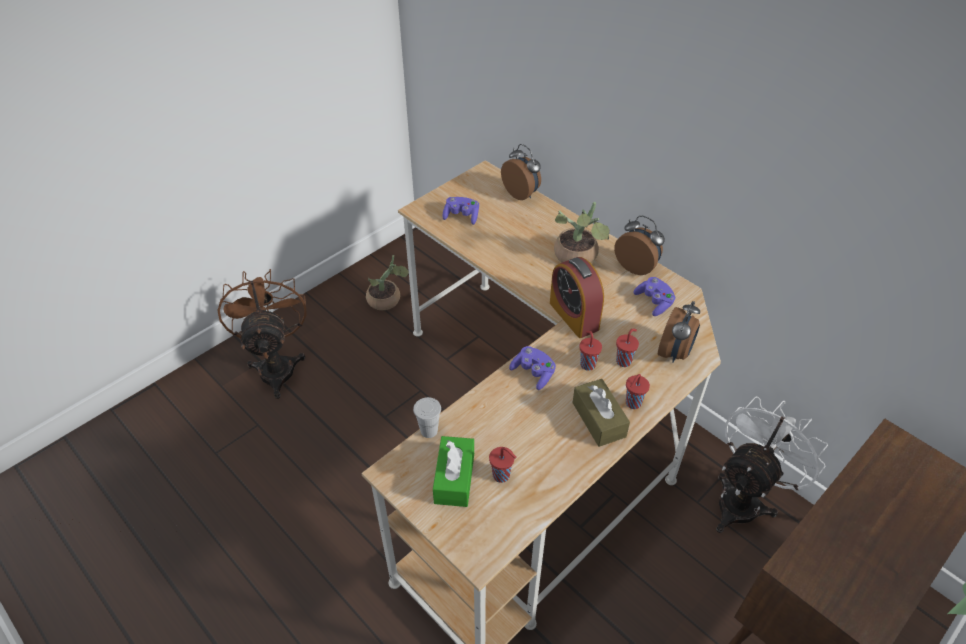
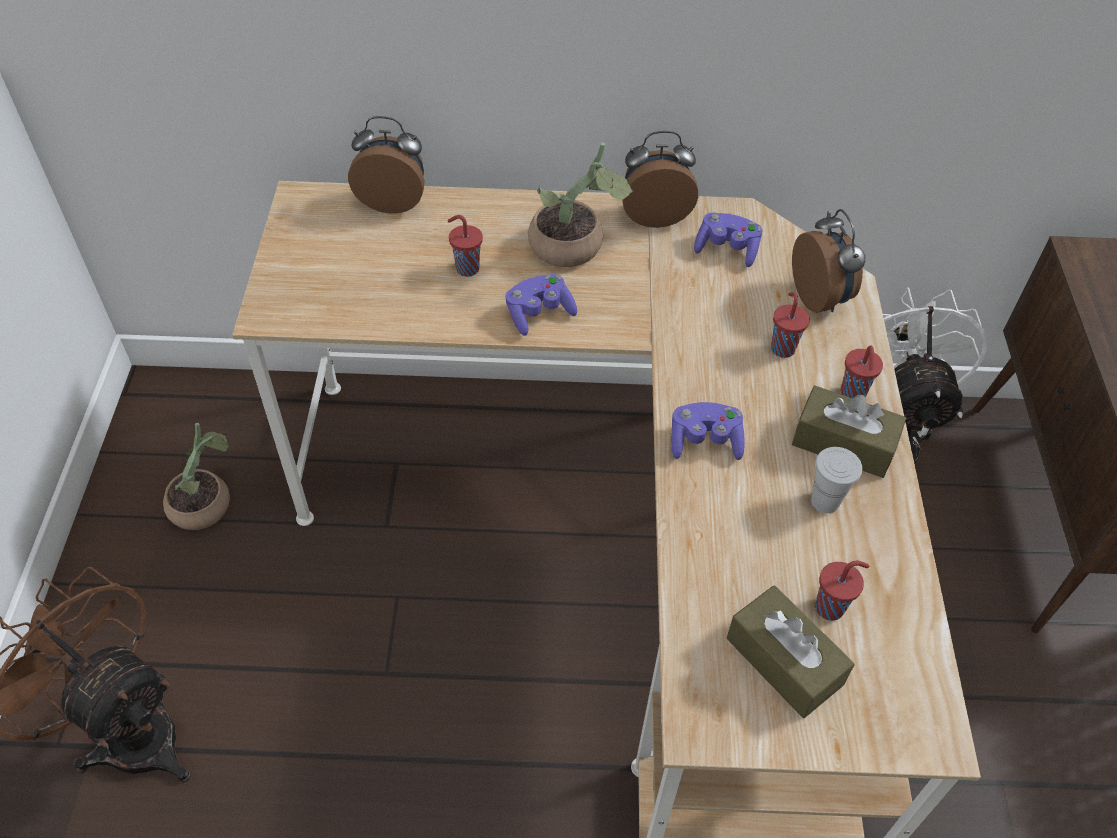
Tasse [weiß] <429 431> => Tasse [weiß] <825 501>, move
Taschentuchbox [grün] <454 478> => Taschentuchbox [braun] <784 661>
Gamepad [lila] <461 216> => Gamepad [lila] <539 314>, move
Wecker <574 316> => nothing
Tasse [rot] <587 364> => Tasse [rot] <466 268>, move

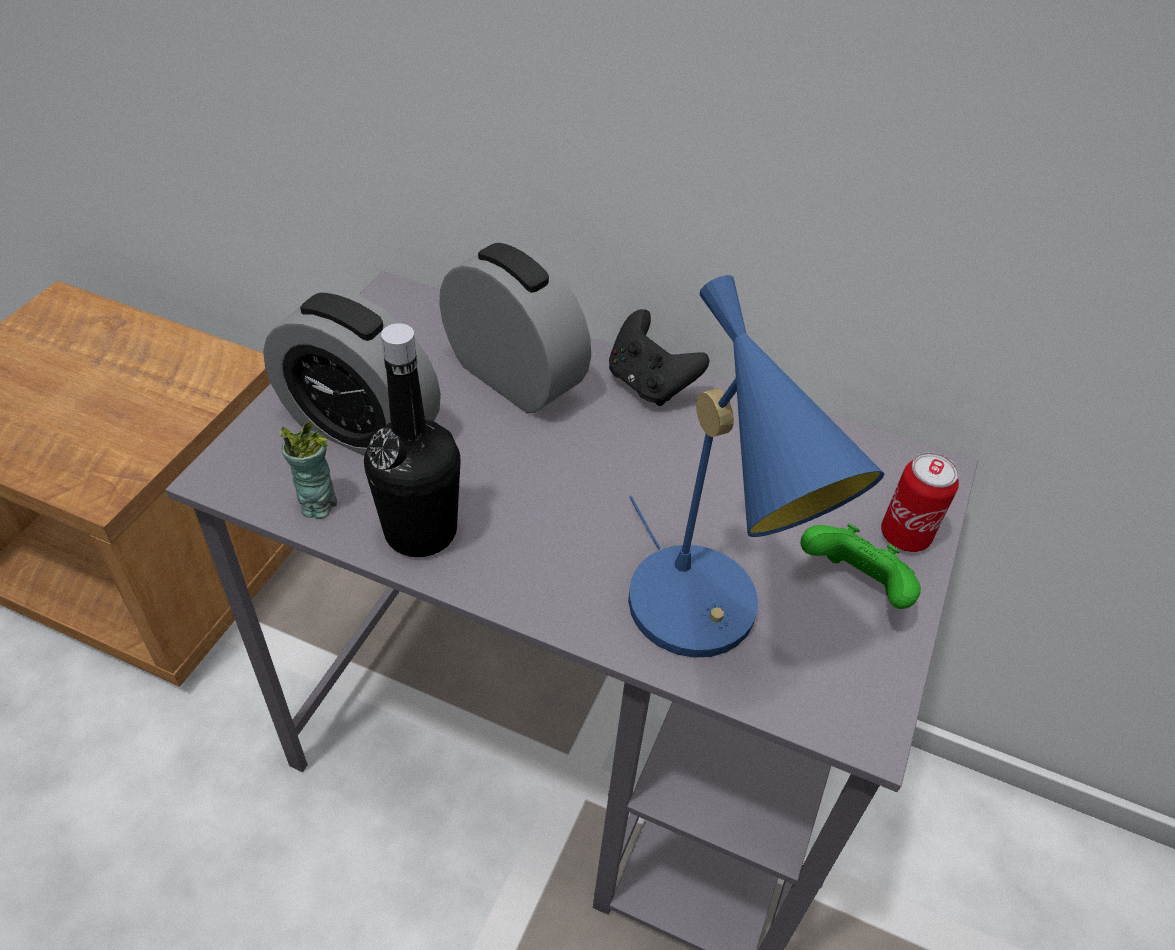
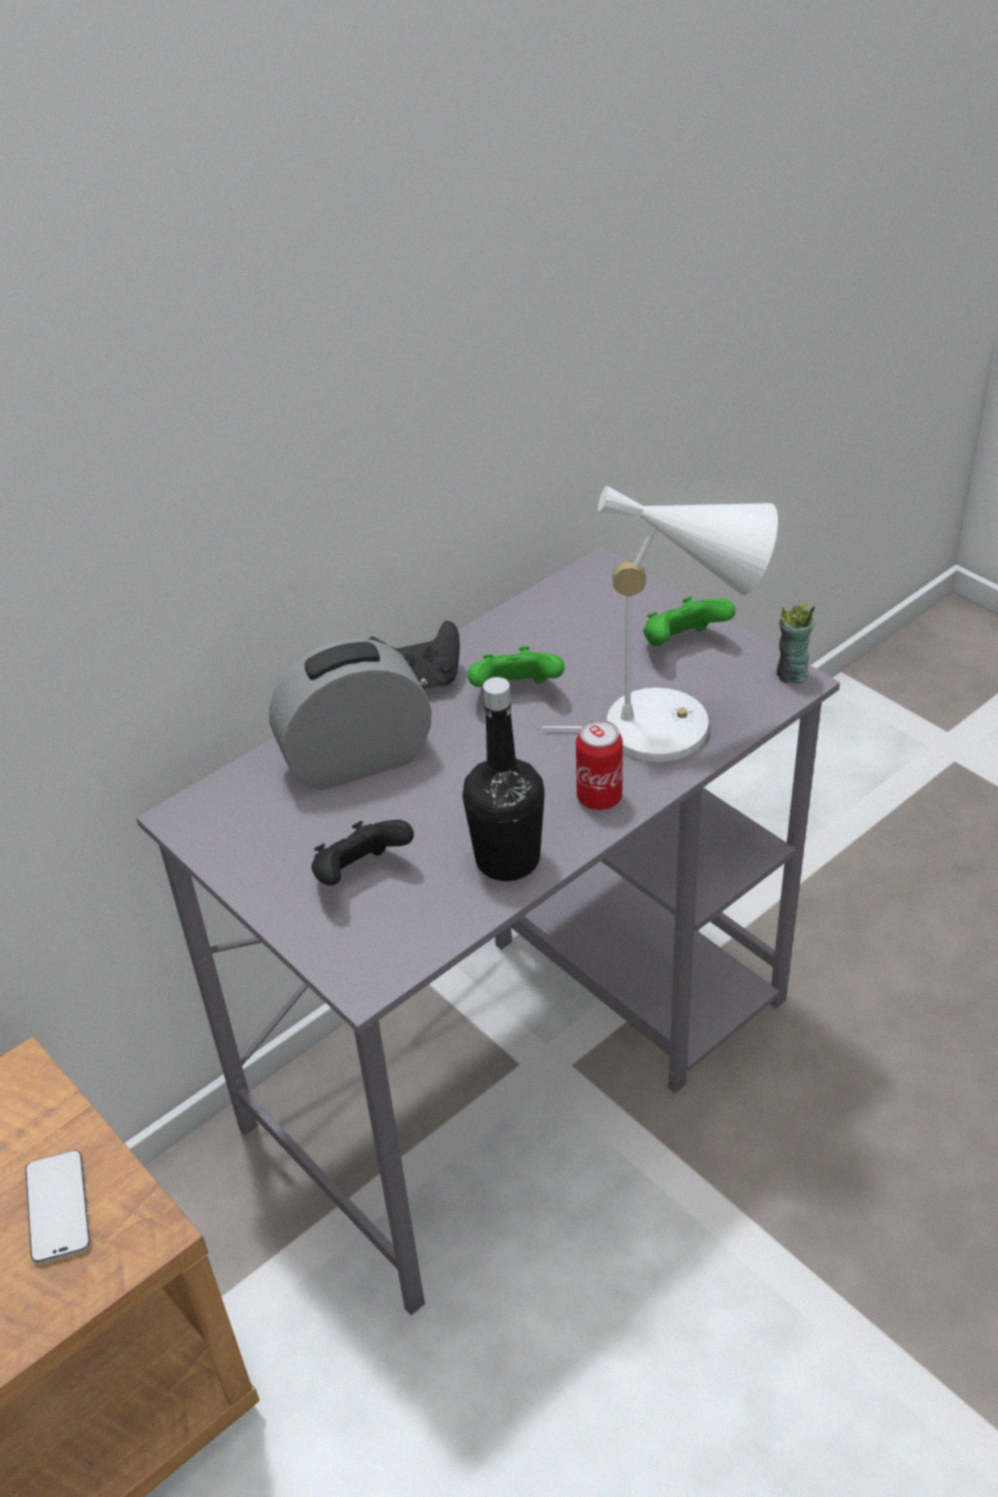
Wecker <360 428> => Gamepad [schwarz] <360 874>
Tasse <317 504> => Tasse <791 675>, move
Tischlampe [blau] <706 618> => Tischlampe [weiß] <674 725>
Dose <905 535> => Dose <599 798>, move
nothing => Handy <58 1208>
nothing => Gamepad [grün] <515 693>

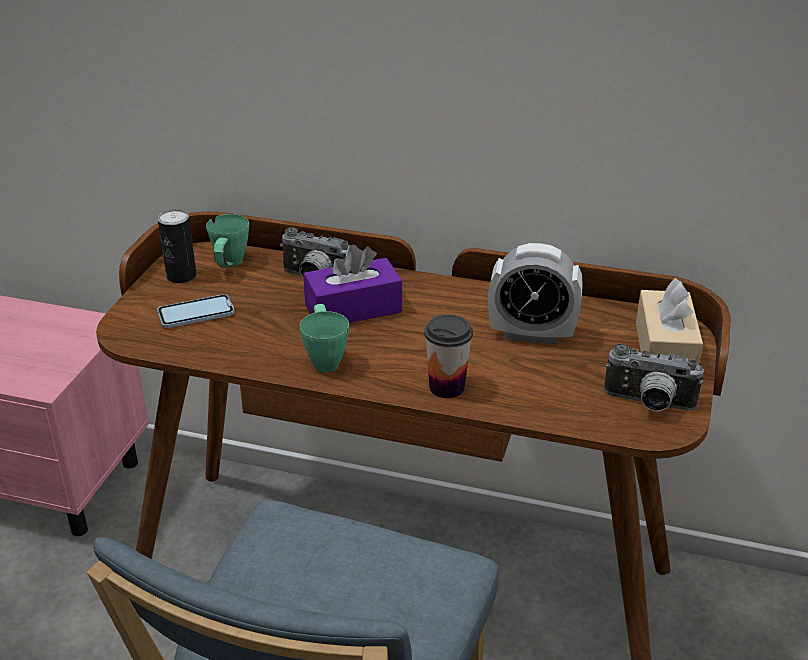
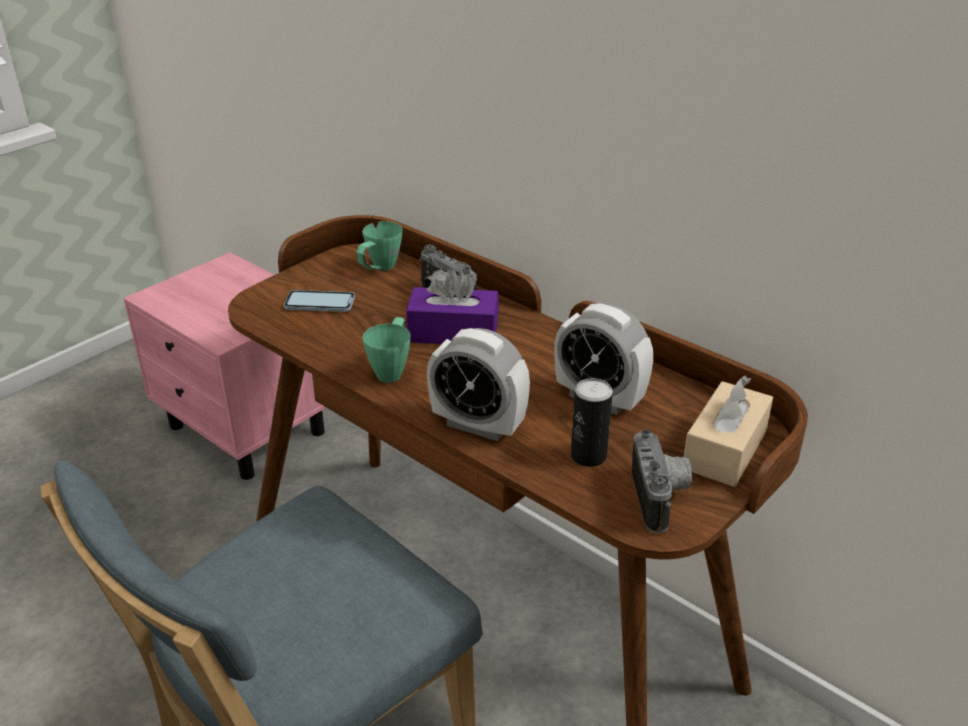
Dose <181 276> => Dose <588 456>, move
Tasse <447 387> => Wecker <478 425>
Kamera <648 404> => Kamera <661 499>, 135 degrees counterclockwise

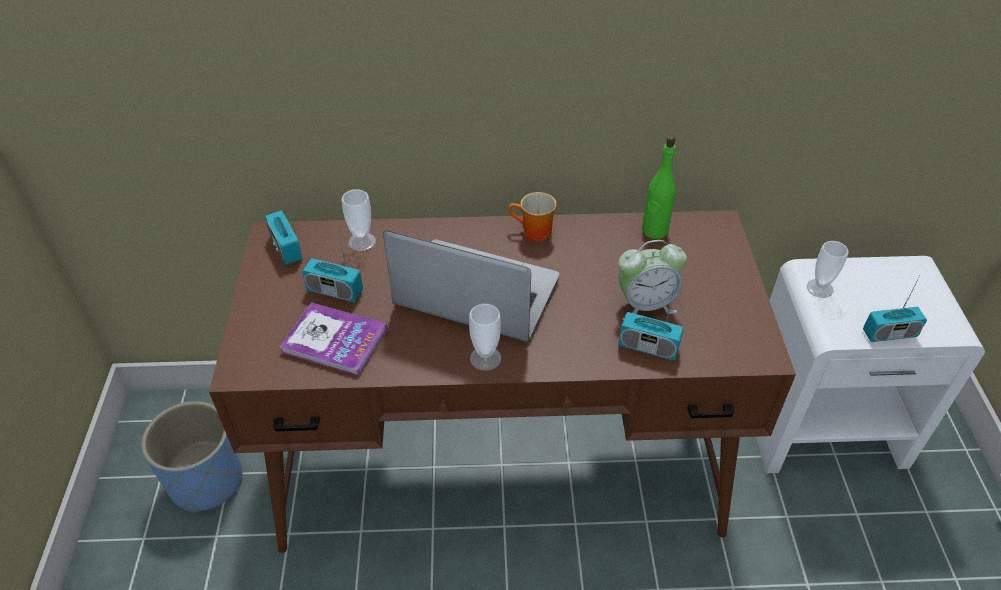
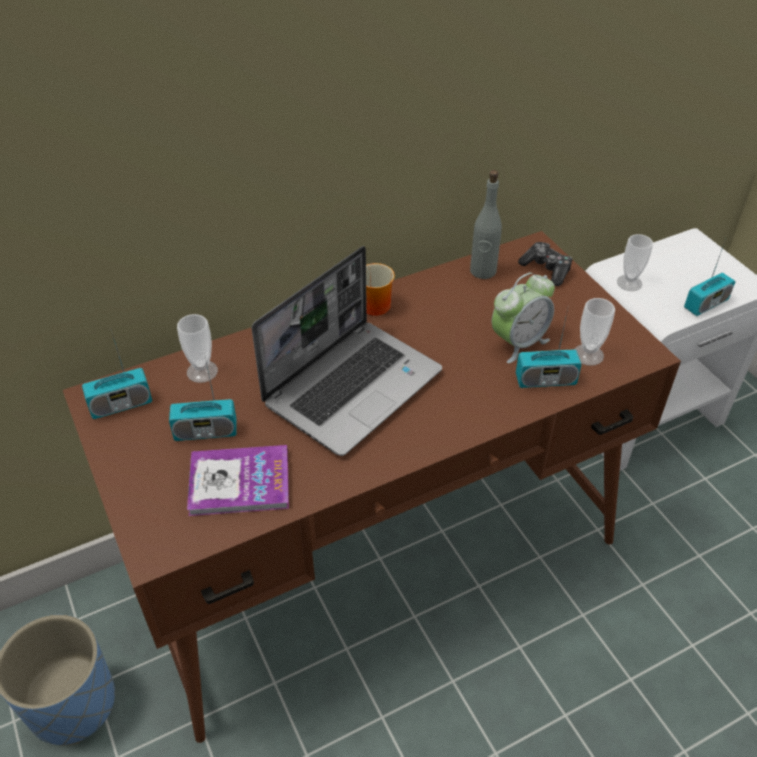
Radio <286 248> => Radio <121 405>, 60 degrees counterclockwise
Laptop <474 294> => Laptop <353 386>, 135 degrees clockwise
Tasse <485 358> => Tasse <588 355>, move
Flasche [grün] <654 230> => Flasche [grau] <483 271>
nothing => Gamepad <546 269>

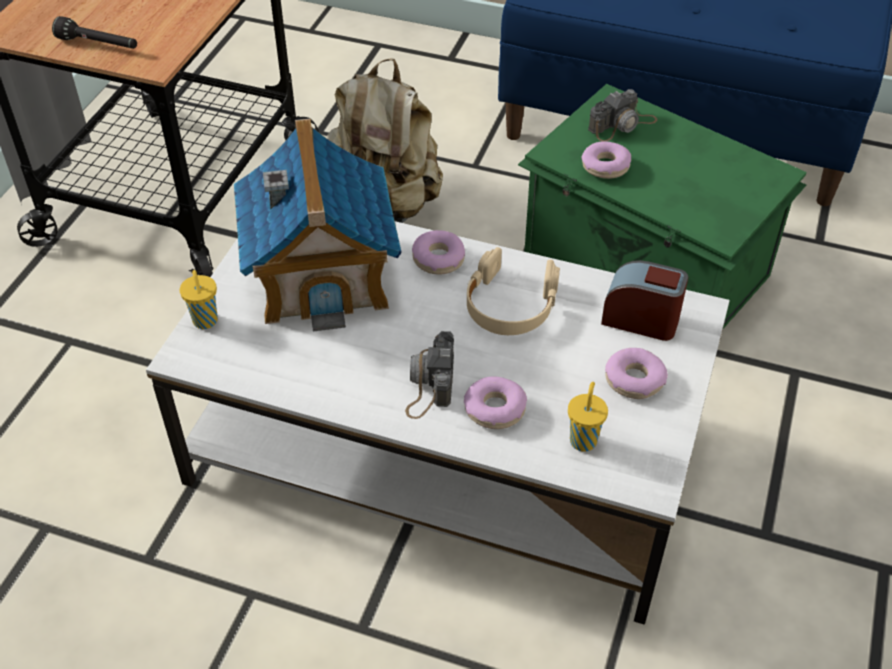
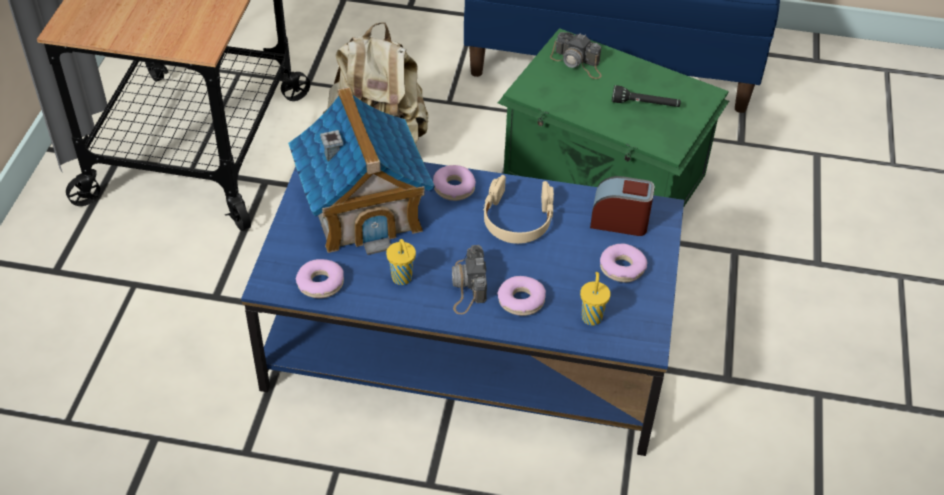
Taschenlampe [schwarz] <98 45> => Taschenlampe [schwarz] <645 105>, move
Couchtisch [weiß] <441 449> => Couchtisch [blau] <465 341>
Tasse [gelb] <205 322> => Tasse [gelb] <402 279>, move
Donut <605 166> => Donut <320 284>, move
Kamera <622 125> => Kamera <577 63>, 75 degrees clockwise

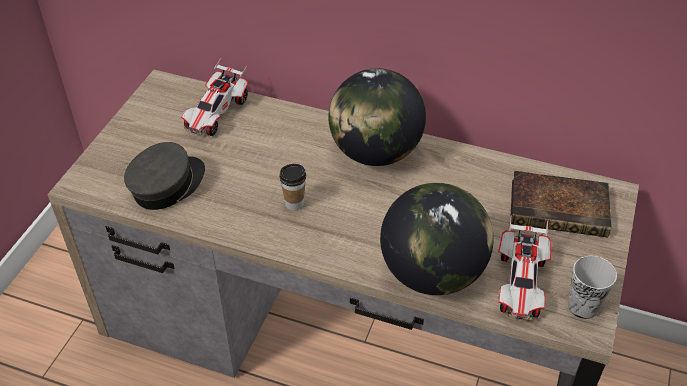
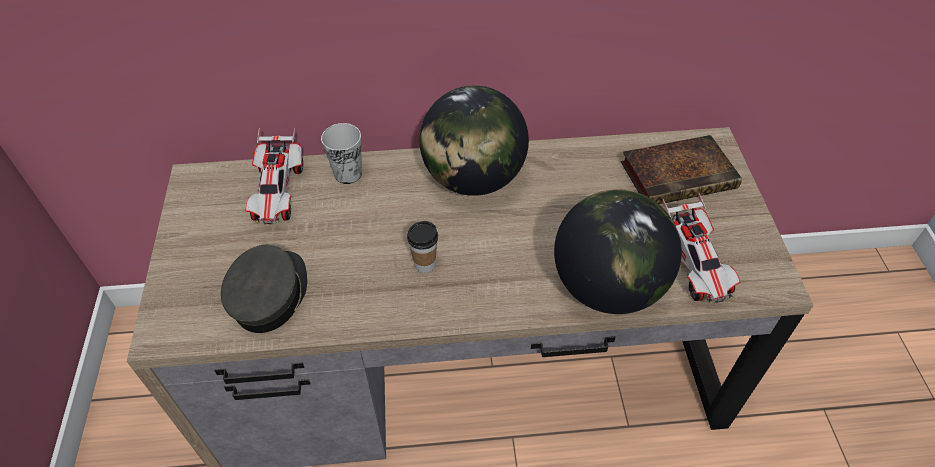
Tasse <582 306> => Tasse <348 174>, move

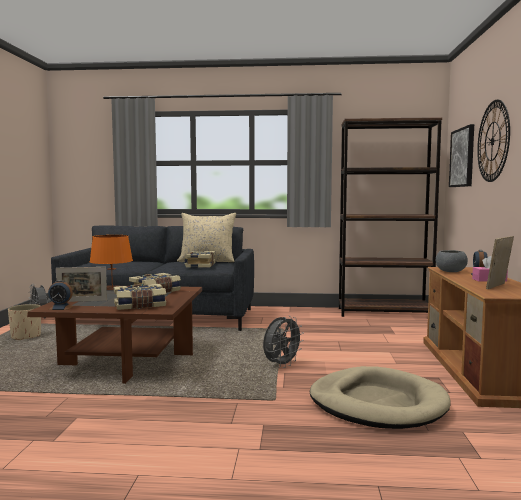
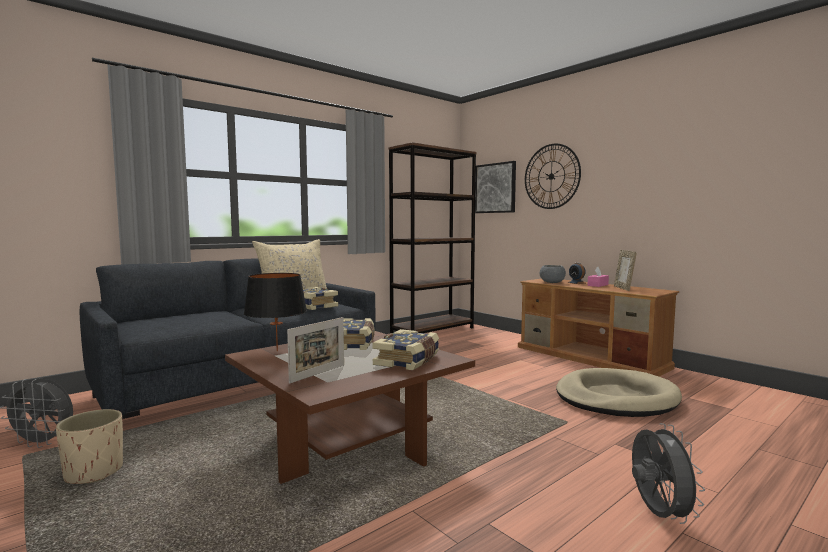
Wecker <61 308> => nothing
Tischlampe [orange] <112 288> => Tischlampe [schwarz] <277 351>
Ventilator [grau] <282 365> => Ventilator [grau] <657 514>, move

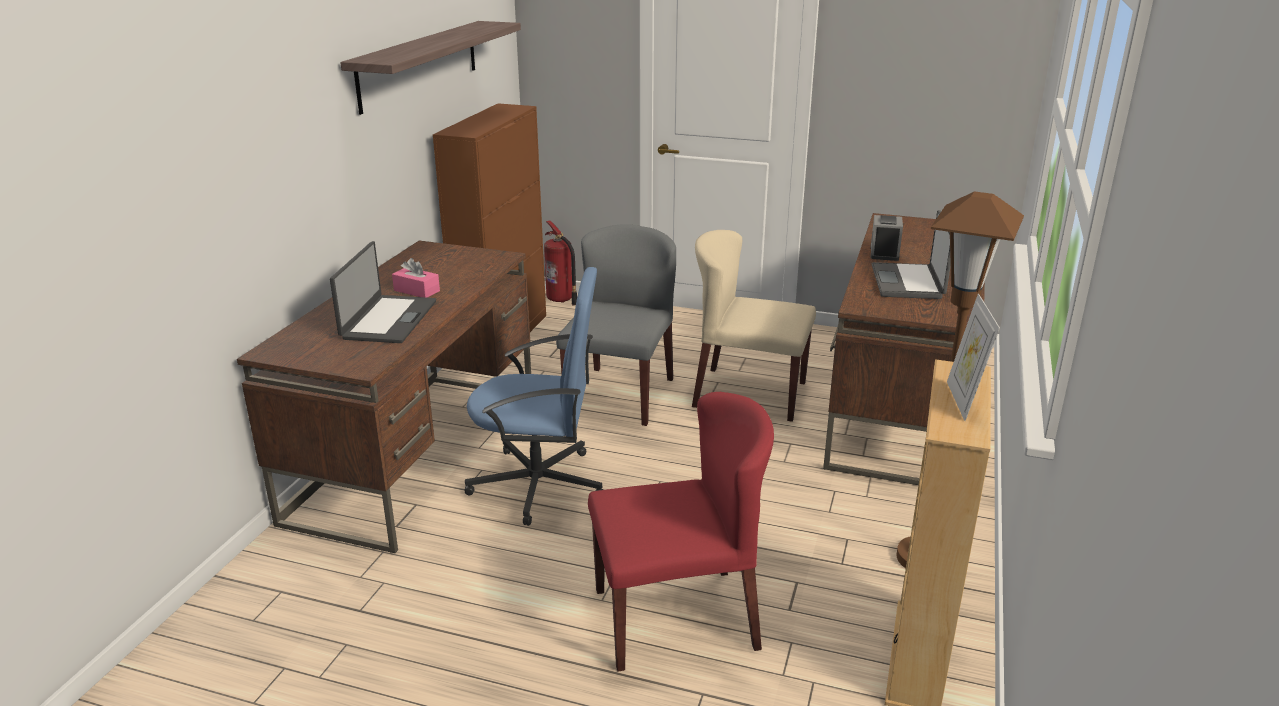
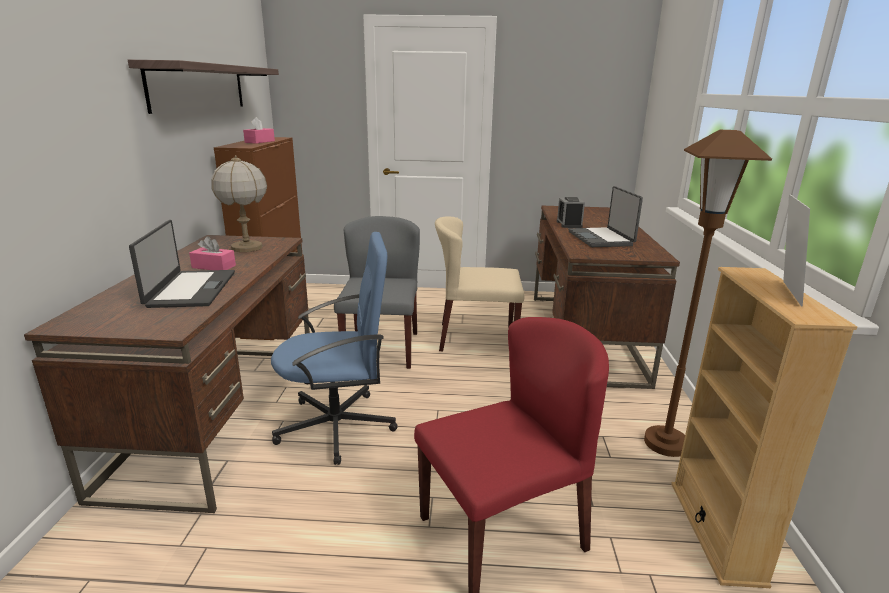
Feuerlöscher <561 299> => nothing
Bilderrahmen <964 401> => Bilderrahmen <783 292>, 150 degrees counterclockwise
nothing => Tischlampe <247 247>
nothing => Taschentuchbox [rosa] <260 142>

